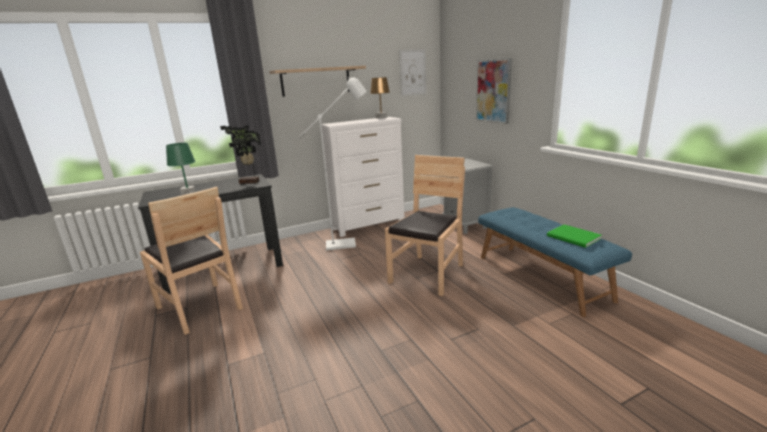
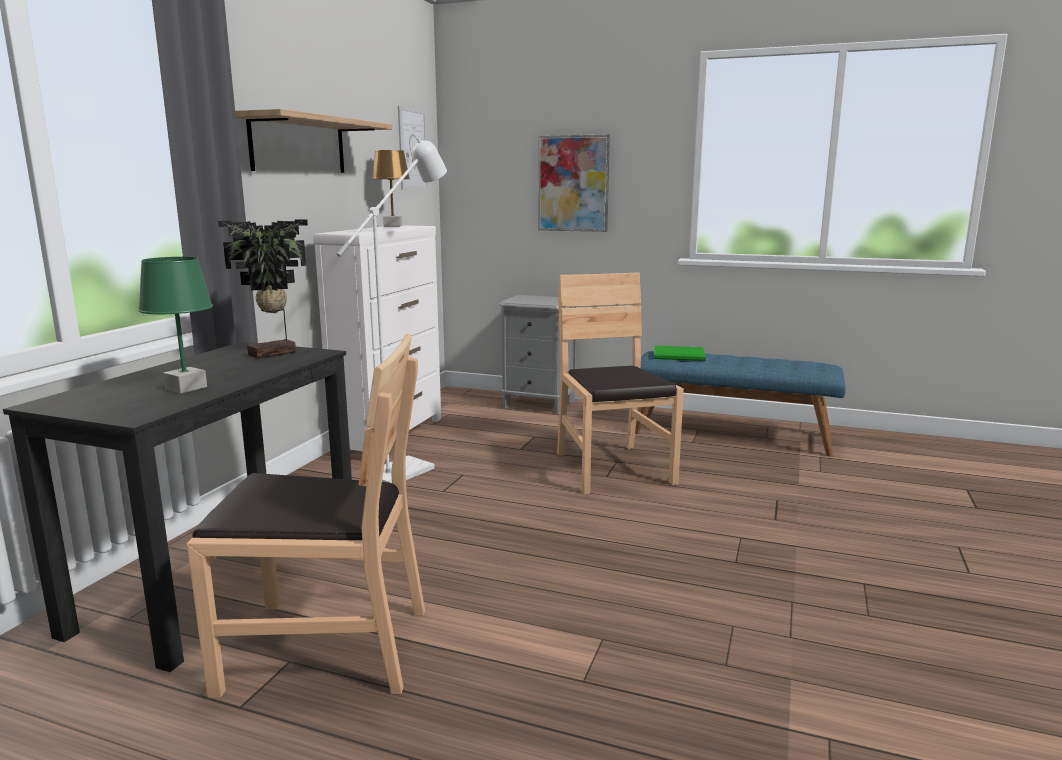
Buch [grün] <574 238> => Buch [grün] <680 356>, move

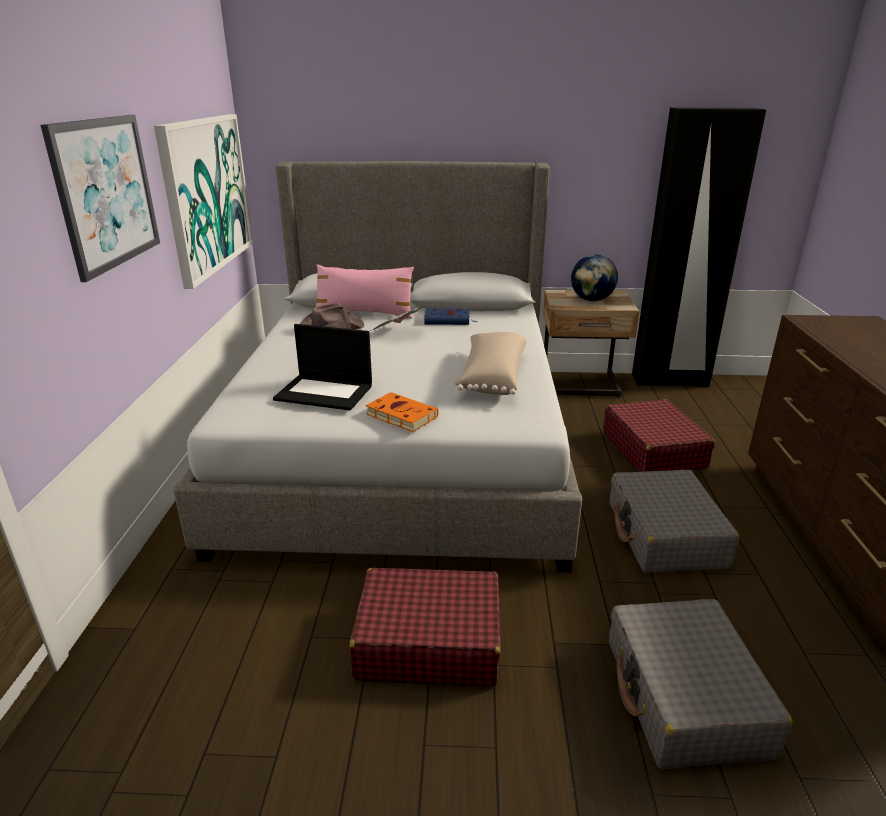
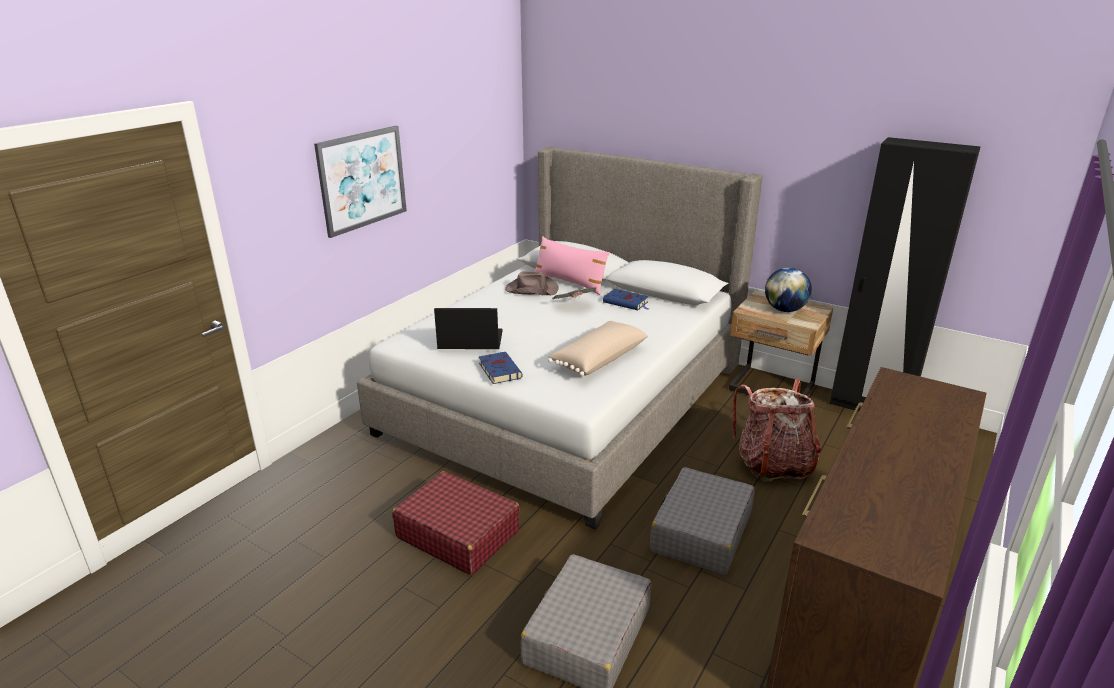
Bild <207 194> => nothing
Laptop <325 392> => Laptop <469 340>, 135 degrees clockwise
Buch [orange] <399 415> => Buch [blau] <499 370>
Koffer [rot] <653 449> => Rucksack <773 464>

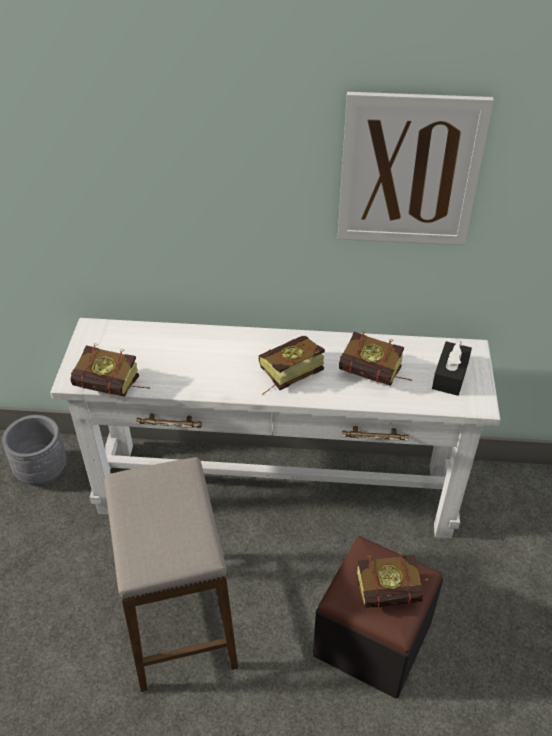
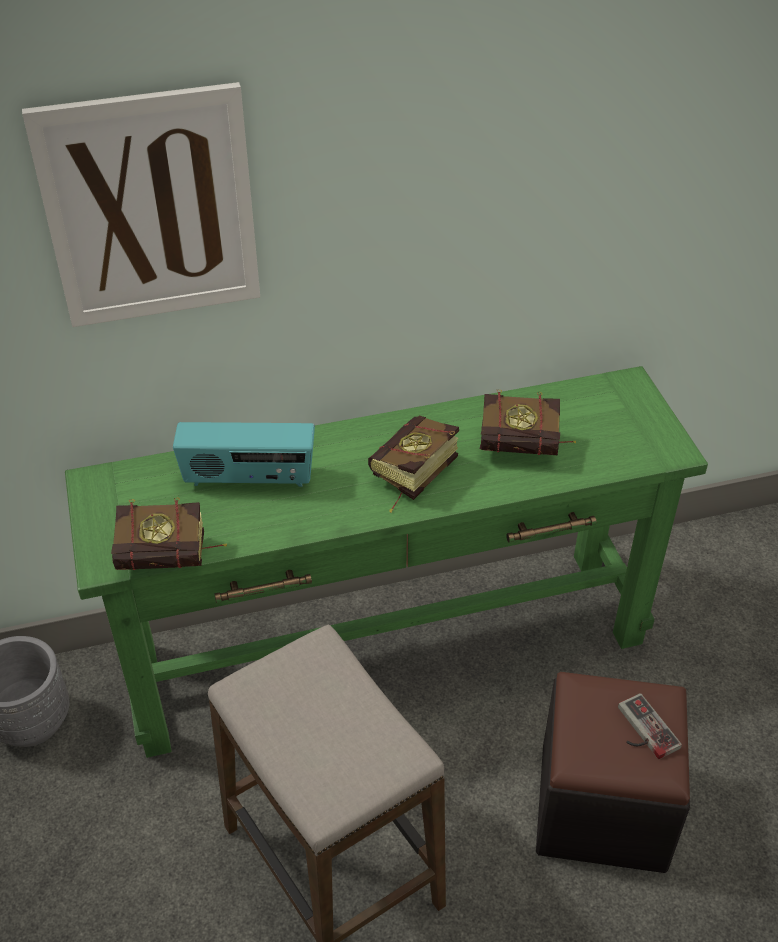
Konsolentisch [weiß] <276 489> => Konsolentisch [grün] <387 647>
Bild <409 171> => Bild <150 208>, move
Buch <394 592> => Gamepad <641 730>
Taschentuchbox [schwarz] <450 376> => nothing
nothing => Radio <249 479>

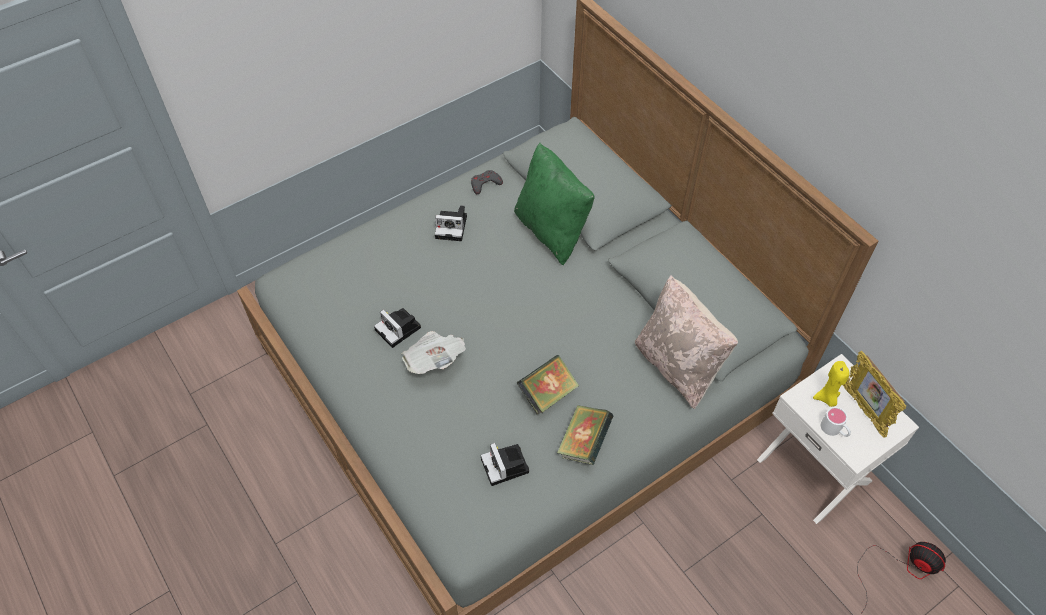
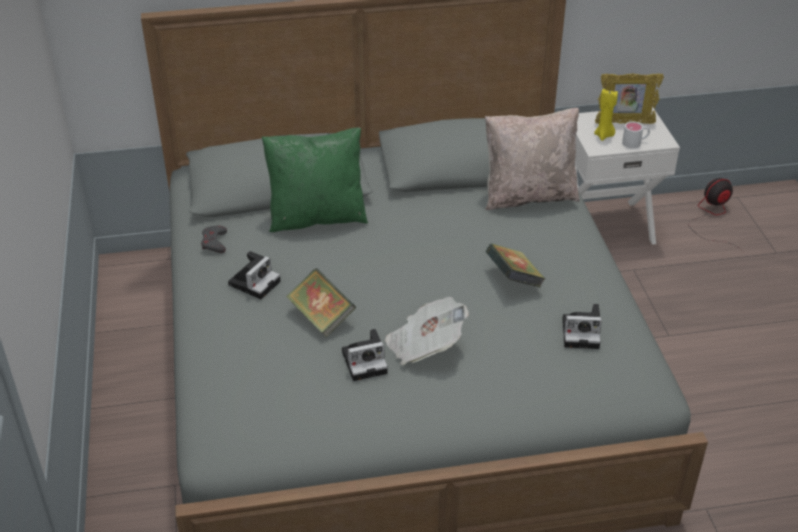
Buch <584 443> => Buch <321 317>, move

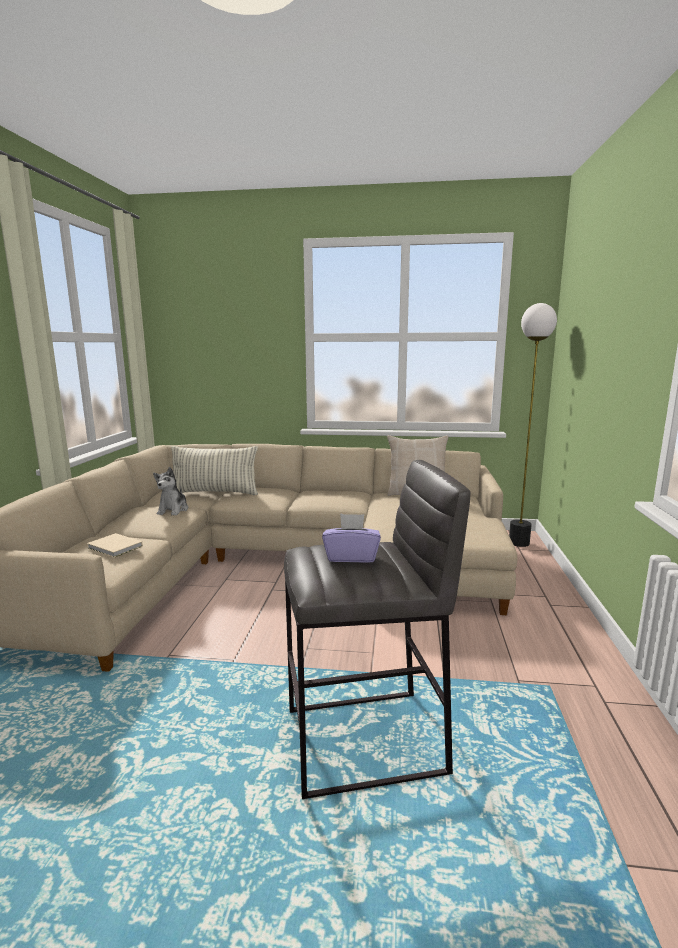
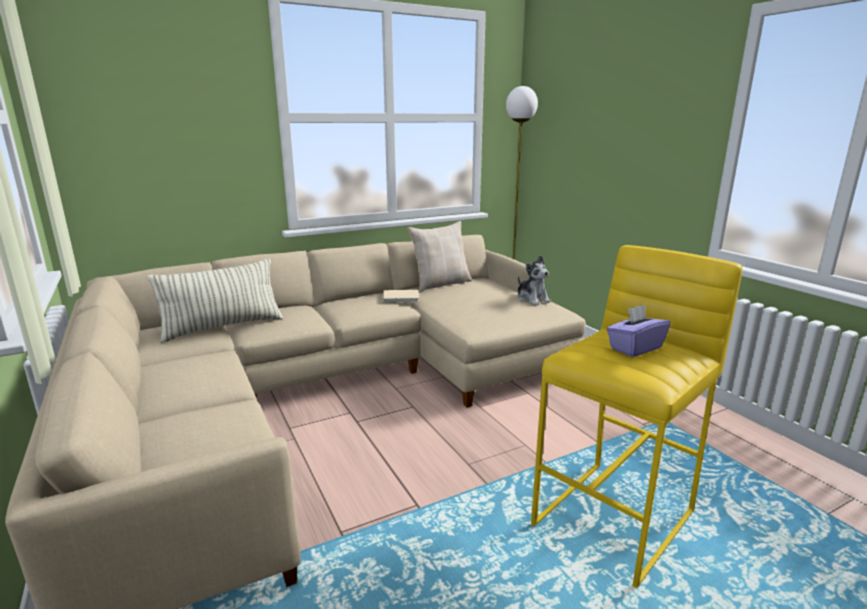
Buch [beige] <115 548> => Buch [beige] <401 298>, move
Plüschtier <173 510> => Plüschtier <532 299>, move
Hocker [grau] <366 742> => Hocker [gelb] <616 519>

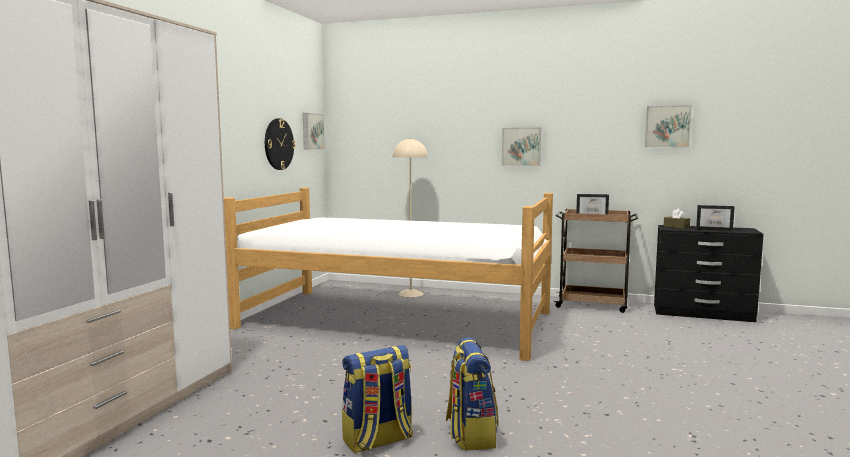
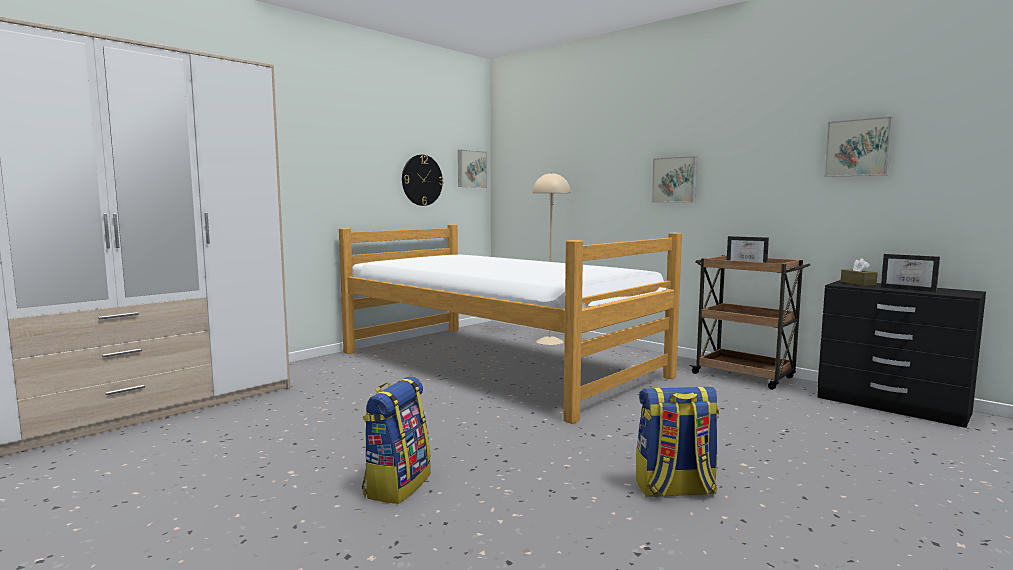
Rucksack <378 441> => Rucksack <674 489>, move

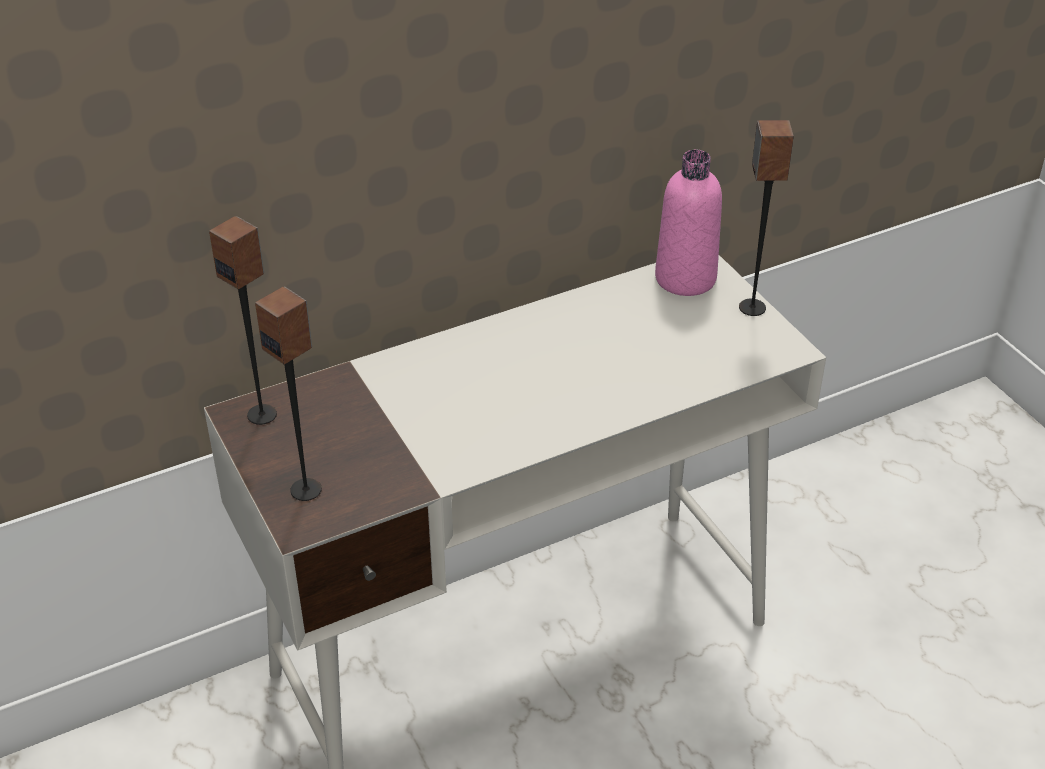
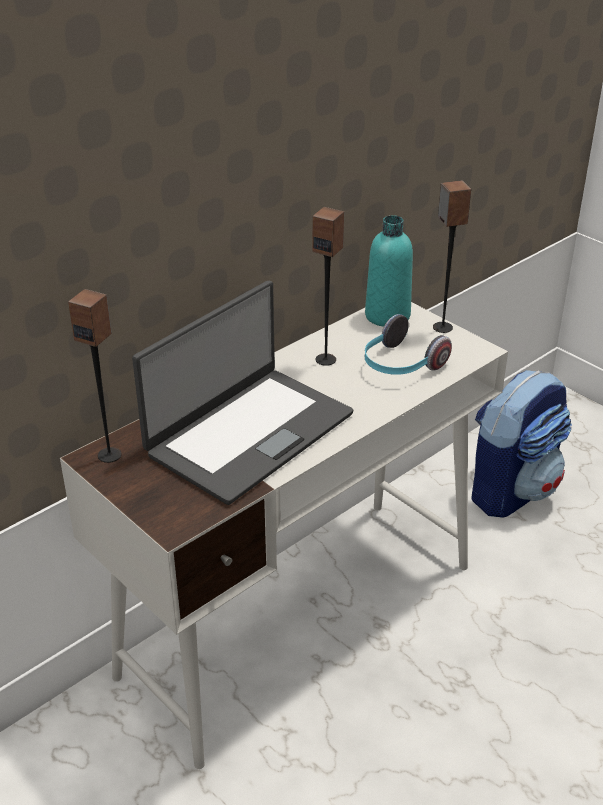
Lautsprecher <306 489> => Lautsprecher <326 359>, move
Flasche [rosa] <685 278> => Flasche [türkis] <387 316>
nothing => Laptop <248 433>
nothing => Kopfhörer <400 365>
nothing => Rucksack <512 490>

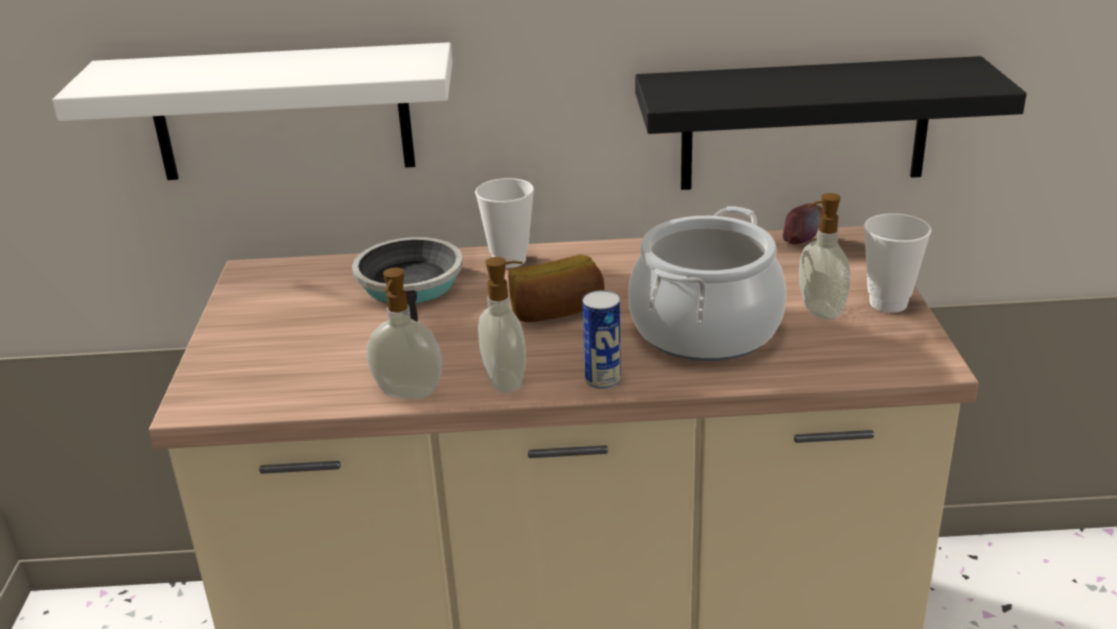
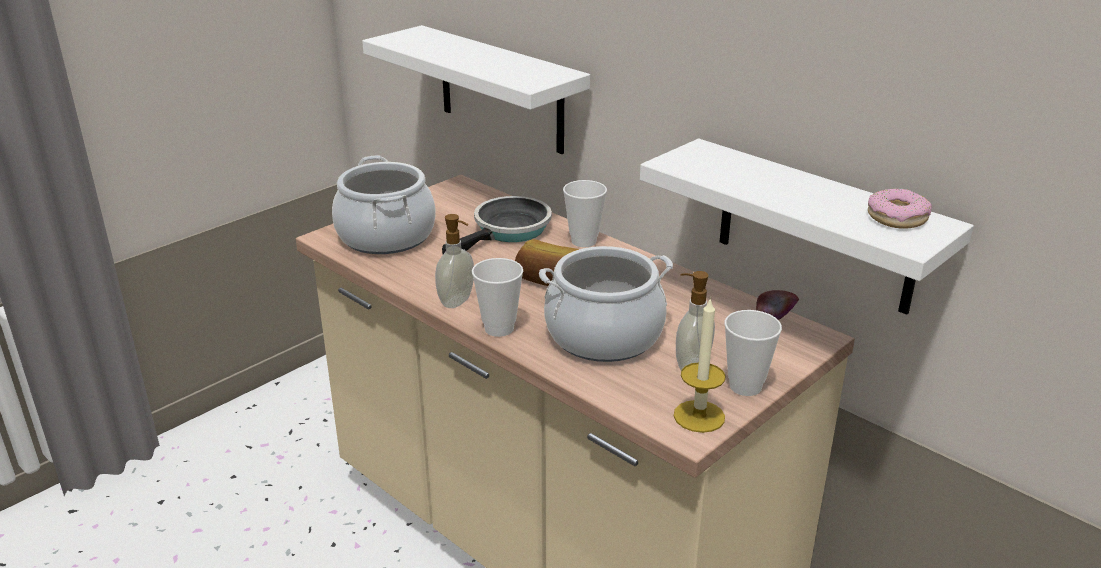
Seifenspender <408 394> => nothing
Dose <603 380> => Tasse <499 328>
Wandregal [schwarz] <804 124> => Wandregal [weiß] <816 227>
nothing => Kochtopf <386 236>
nothing => Kerze <699 416>
nothing => Donut <897 218>

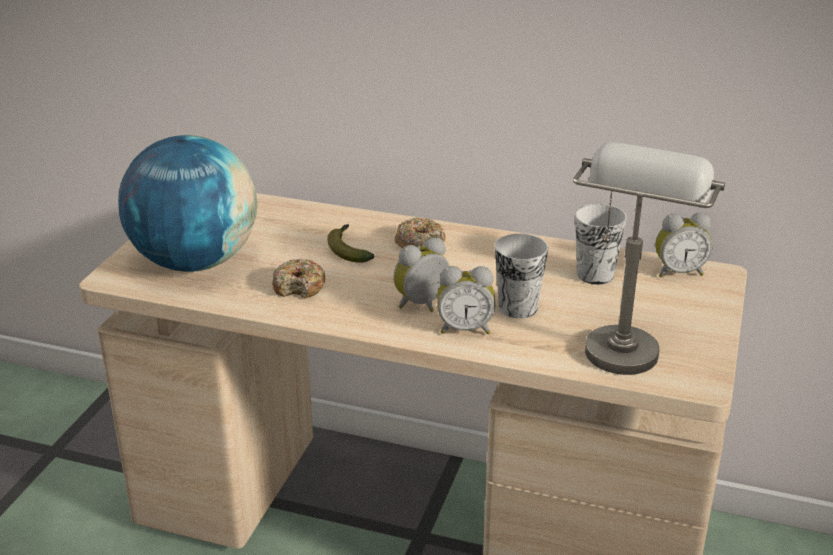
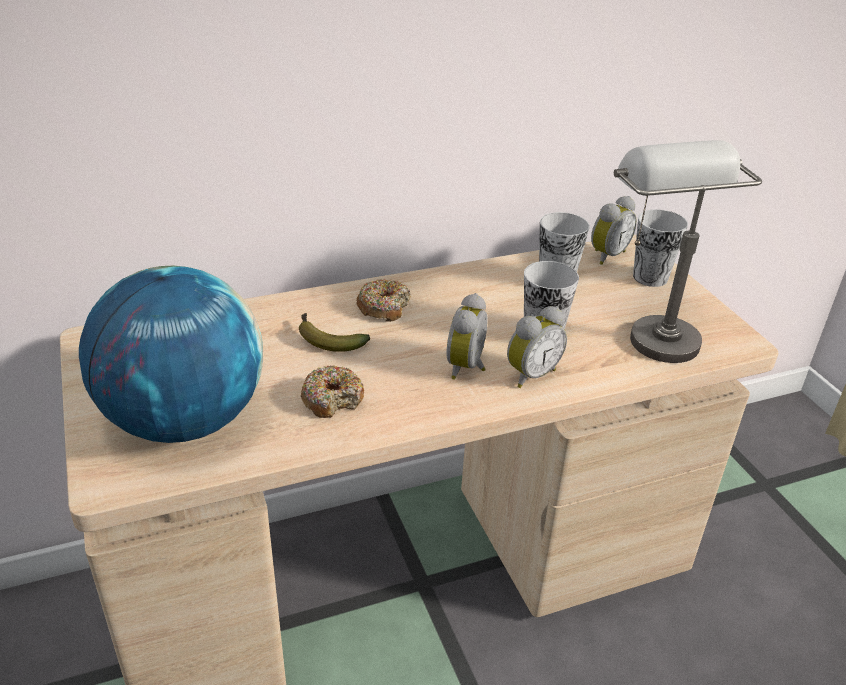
nothing => Tasse <650 277>

